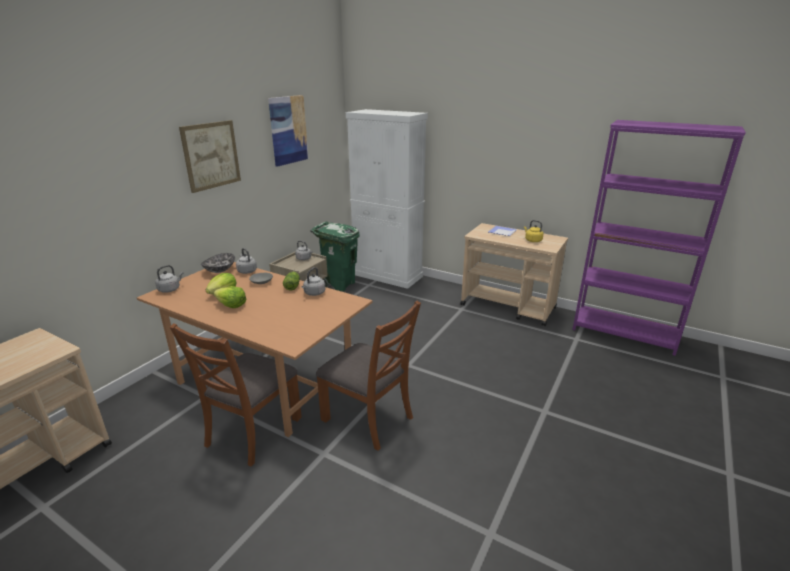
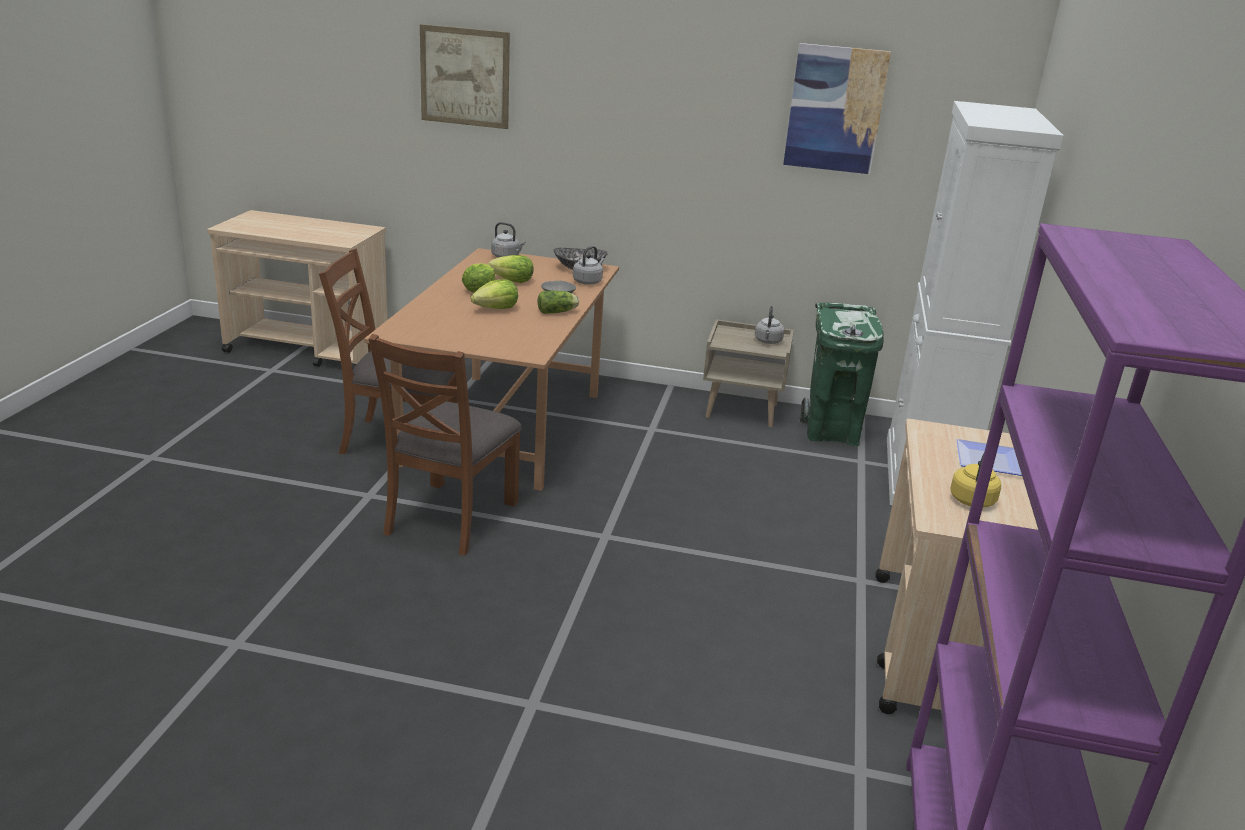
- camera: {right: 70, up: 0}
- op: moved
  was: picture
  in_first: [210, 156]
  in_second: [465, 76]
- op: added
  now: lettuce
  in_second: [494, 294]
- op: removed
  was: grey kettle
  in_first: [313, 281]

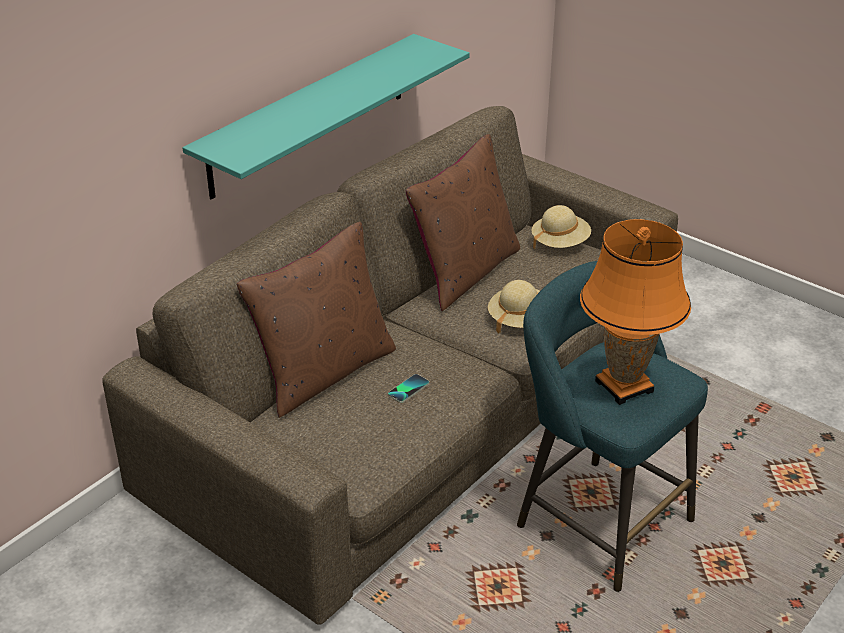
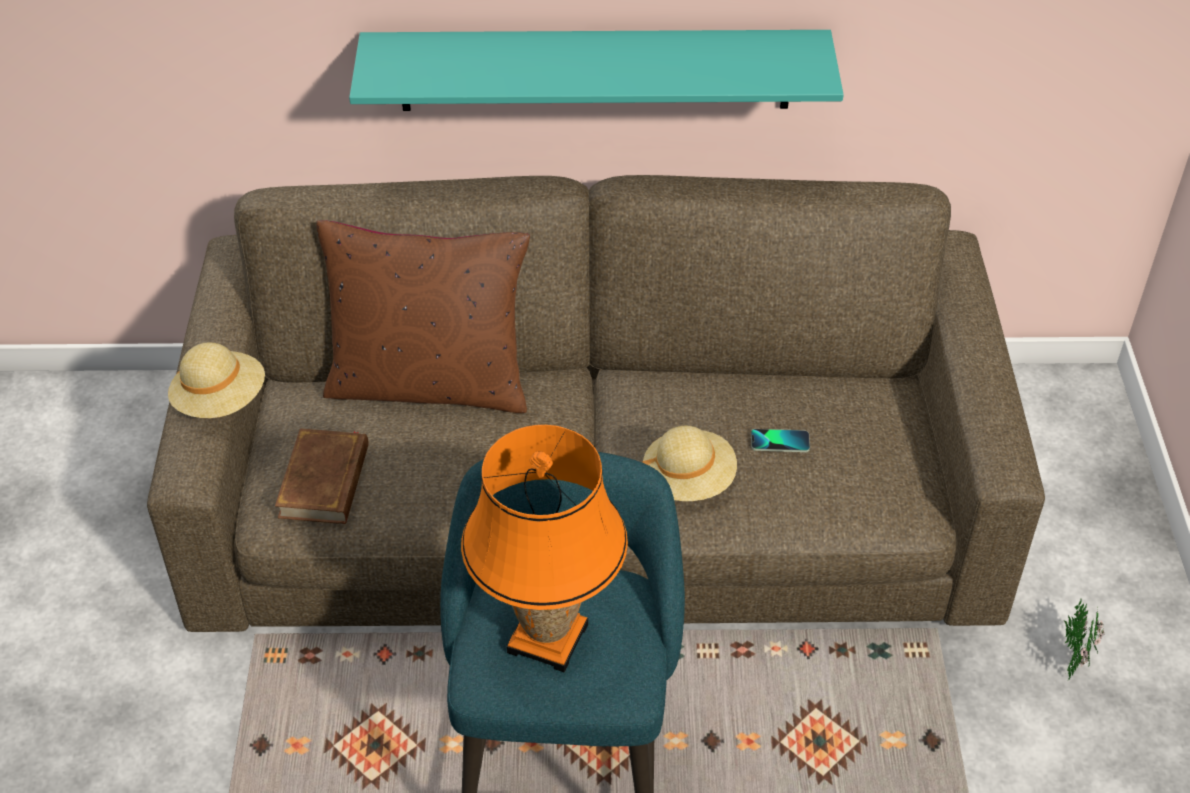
- camera: {right: 50, up: 10}
- op: moved
  was: beige hat
  in_first: [561, 227]
  in_second: [216, 380]
- op: added
  now: brown book
  in_second: [322, 476]
- op: moved
  was: phone
  in_first: [408, 388]
  in_second: [780, 440]
- op: added
  now: potted plant
  in_second: [1084, 640]
- op: removed
  was: brown pillow
  in_first: [463, 222]

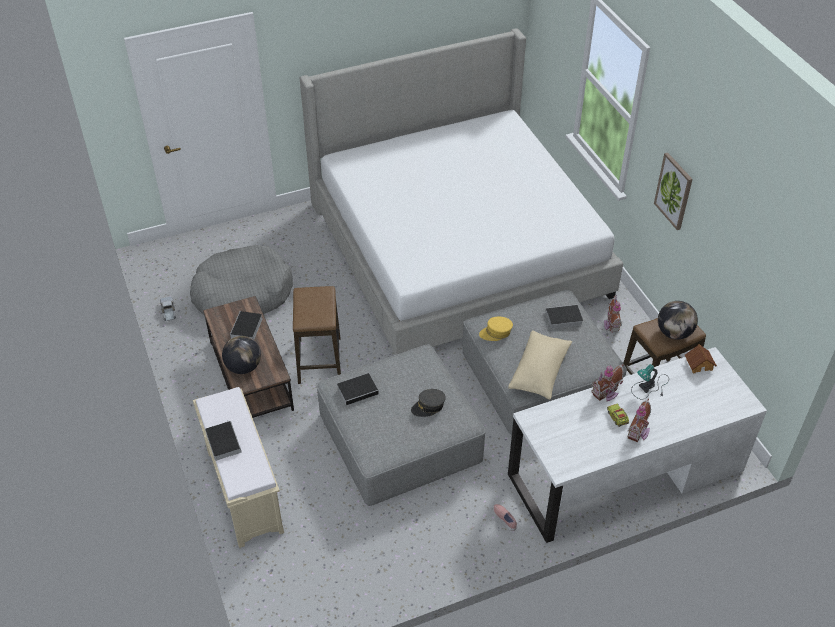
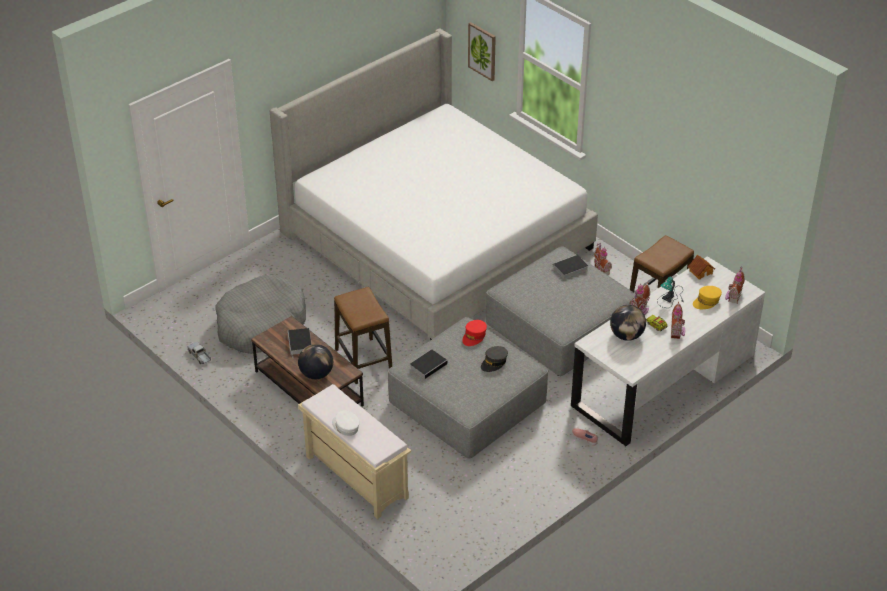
- camera: {right: -20, up: -5}
- op: replaced
  was: book
  now: white cap
  in_first: [223, 440]
  in_second: [346, 423]
- op: added
  now: red cap
  in_second: [474, 333]
- op: moved
  was: picture
  in_first: [673, 191]
  in_second: [482, 51]
- op: moved
  was: globe
  in_first: [678, 320]
  in_second: [628, 323]
- op: moved
  was: yellow cap
  in_first: [496, 329]
  in_second: [707, 297]
- op: added
  now: toy house
  in_second: [735, 284]
- op: removed
  was: beige pillow
  in_first: [540, 365]

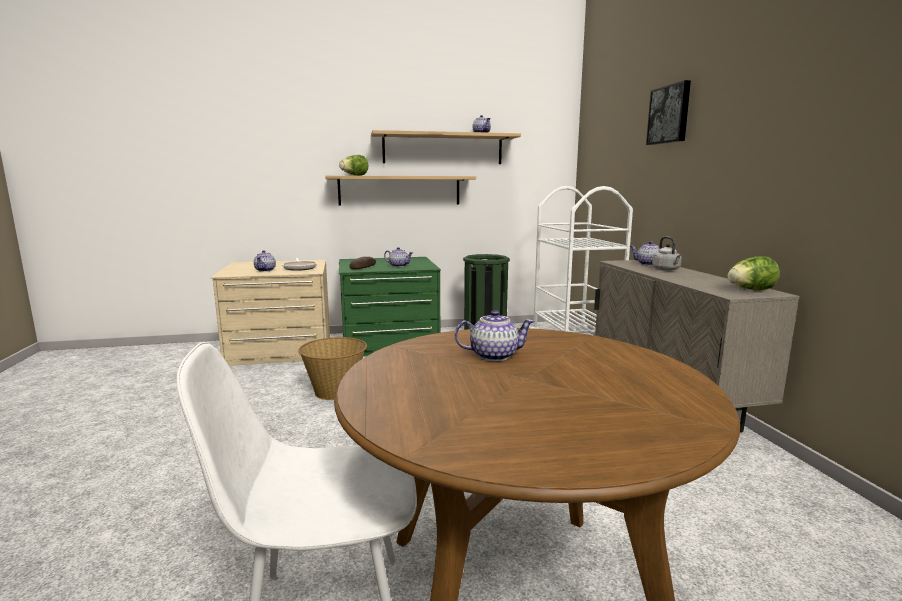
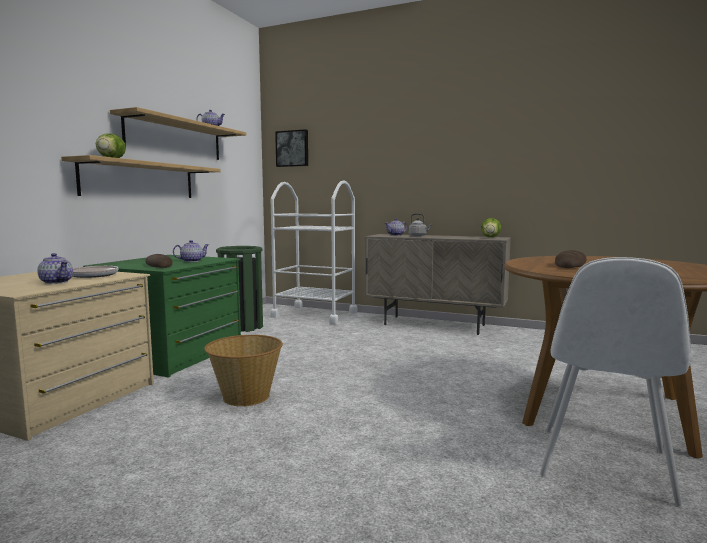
- camera: {right: -55, up: -5}
- op: moved
  was: picture
  in_first: [668, 112]
  in_second: [291, 148]
- op: replaced
  was: teapot
  now: bread
  in_first: [495, 335]
  in_second: [571, 259]

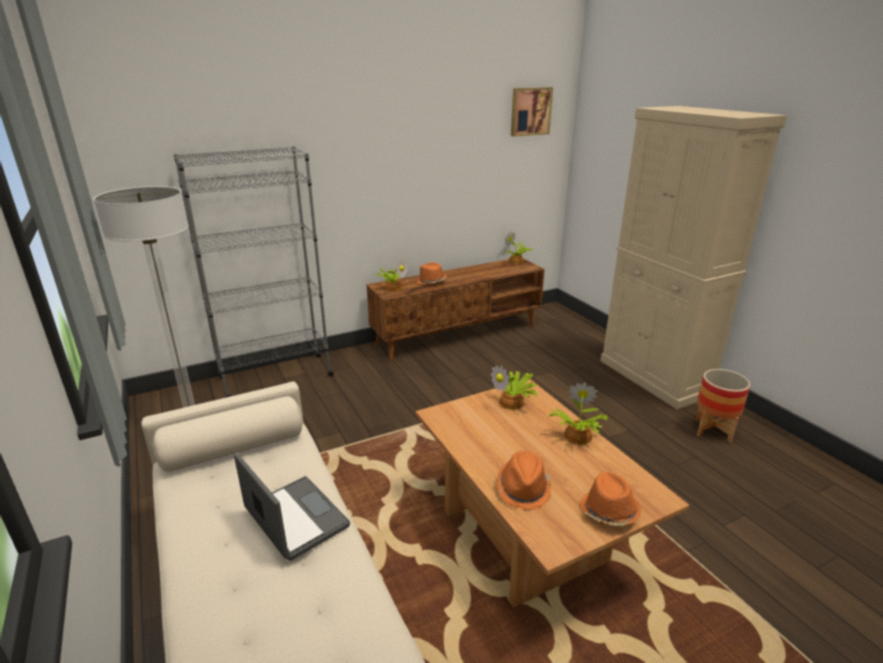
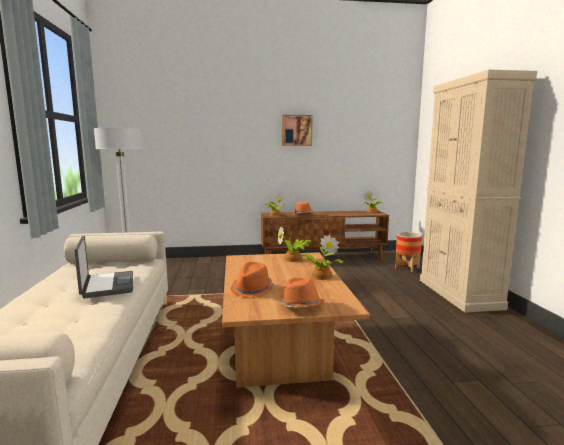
- camera: {right: 20, up: -15}
- op: moved
  was: picture
  in_first: [532, 112]
  in_second: [297, 130]
- op: moved
  was: planter
  in_first: [723, 406]
  in_second: [408, 252]
- op: removed
  was: grey bookcase
  in_first: [254, 271]

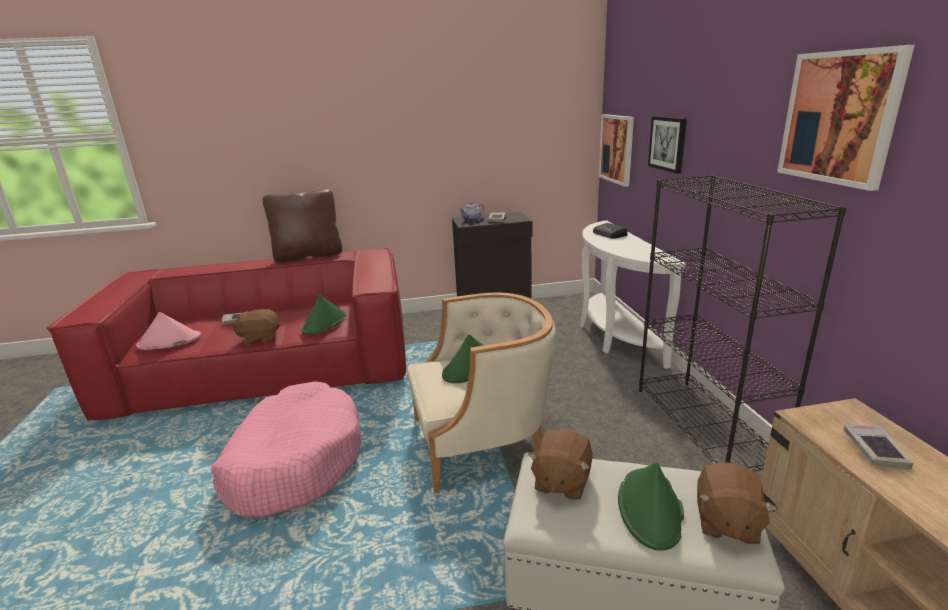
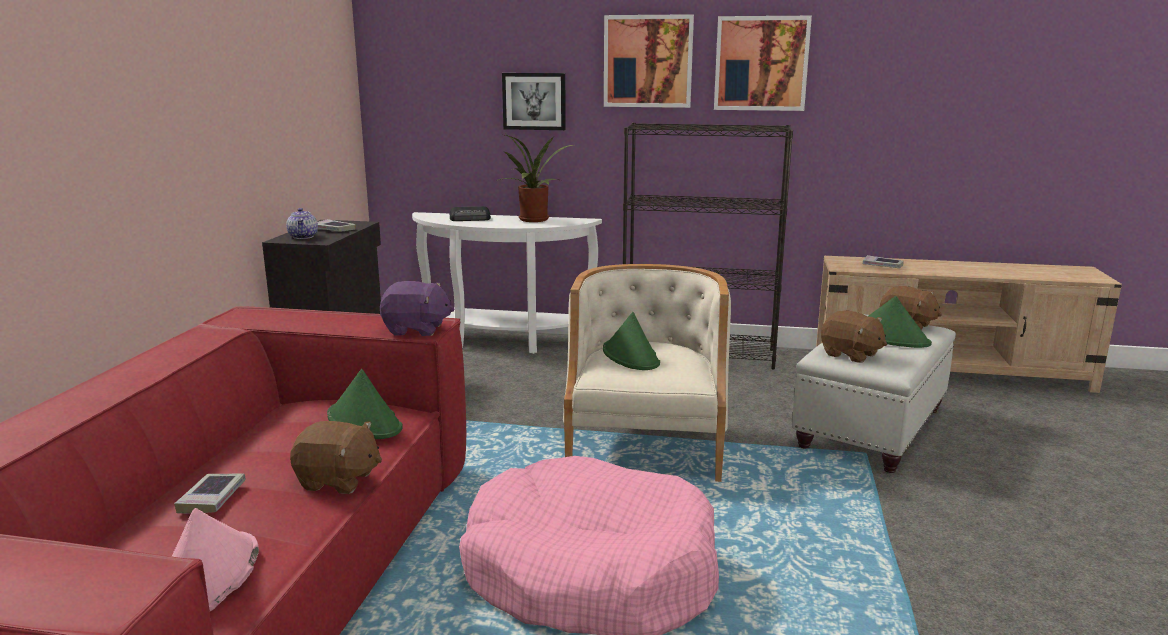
- camera: {right: -70, up: -5}
- op: turned
  was: brown plush toy
  in_first: [256, 327]
  in_second: [336, 457]
  clockwise: -90
- op: added
  now: purple plush toy
  in_second: [417, 308]
- op: added
  now: potted plant
  in_second: [534, 178]
- op: moved
  was: picture
  in_first: [616, 150]
  in_second: [649, 61]
- op: removed
  was: brown pillow
  in_first: [302, 226]

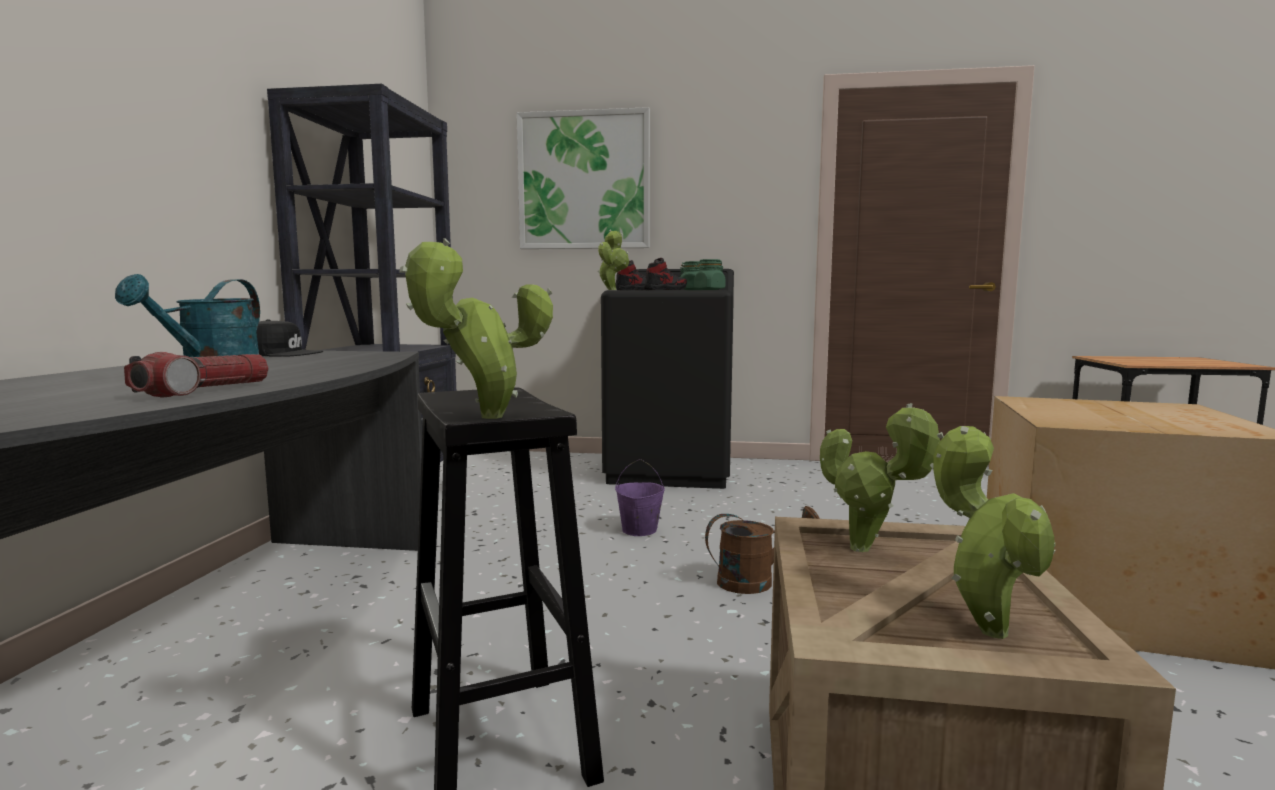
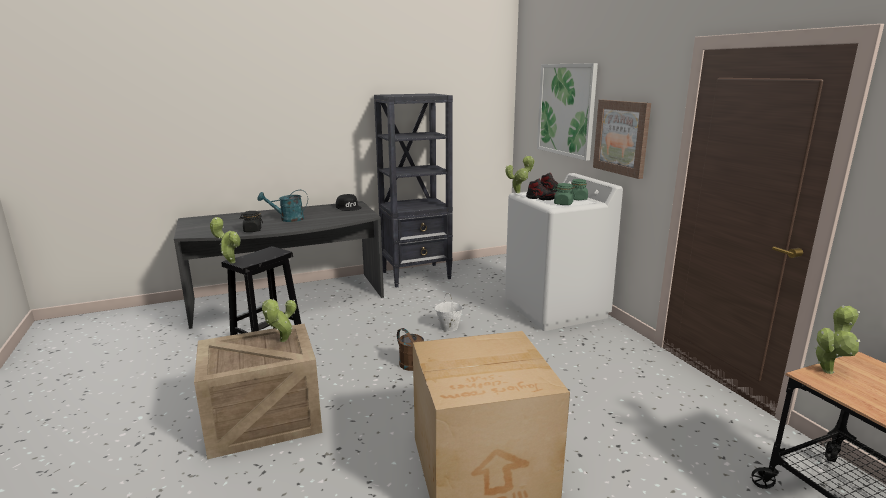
- camera: {right: 60, up: 10}
- op: replaced
  was: flashlight
  now: black jar
  in_first: [196, 375]
  in_second: [251, 221]
- op: recoloured
  was: purple bucket
  now: white bucket
  in_first: [640, 497]
  in_second: [449, 312]
- op: recoloured
  was: black washing machine
  now: white washing machine
  in_first: [667, 379]
  in_second: [564, 252]
- op: added
  now: picture
  in_second: [622, 139]
- op: moved
  was: potted plant
  in_first: [994, 532]
  in_second: [837, 339]

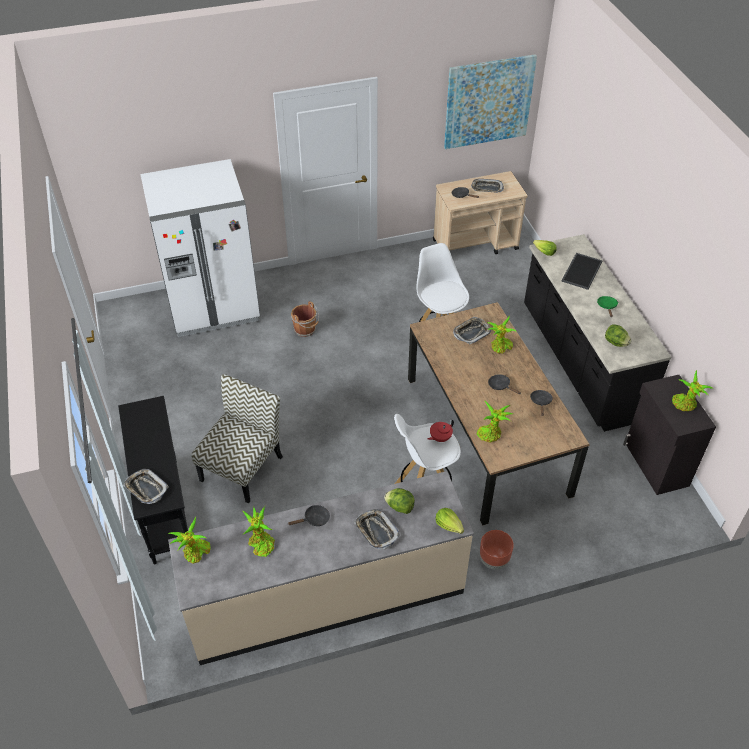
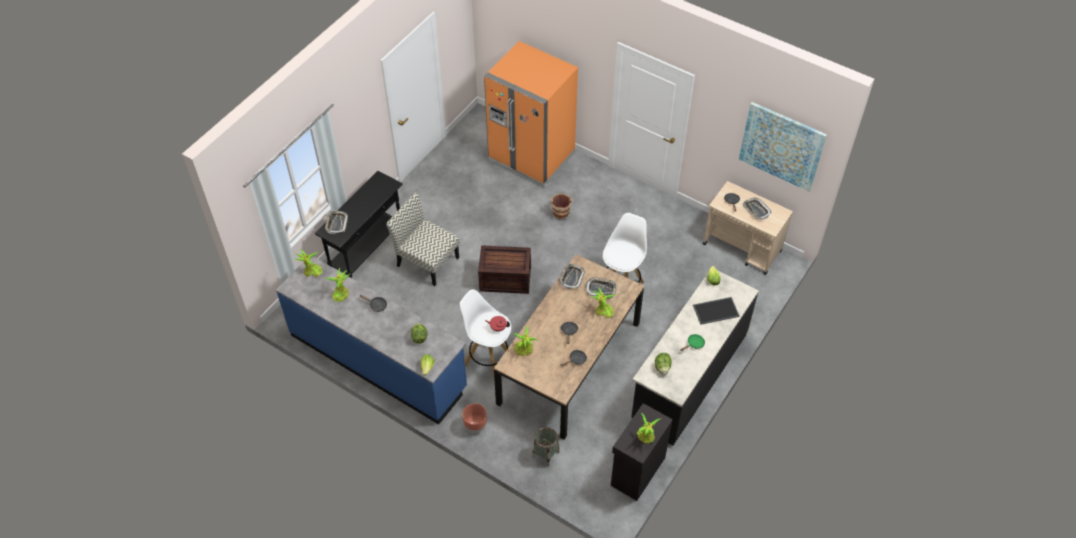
- camera: {right: 50, up: 5}
- op: recoloured
  was: beige counter
  now: blue counter
  in_first: [321, 568]
  in_second: [371, 340]
- op: turned
  was: chair
  in_first: [237, 439]
  in_second: [422, 239]
  clockwise: -135
- op: added
  now: crate
  in_second: [504, 269]
- op: recoloured
  was: white fridge
  now: orange fridge
  in_first: [200, 248]
  in_second: [531, 114]
- op: added
  now: basket
  in_second: [546, 447]
- op: moved
  was: tray
  in_first: [377, 529]
  in_second: [572, 276]

